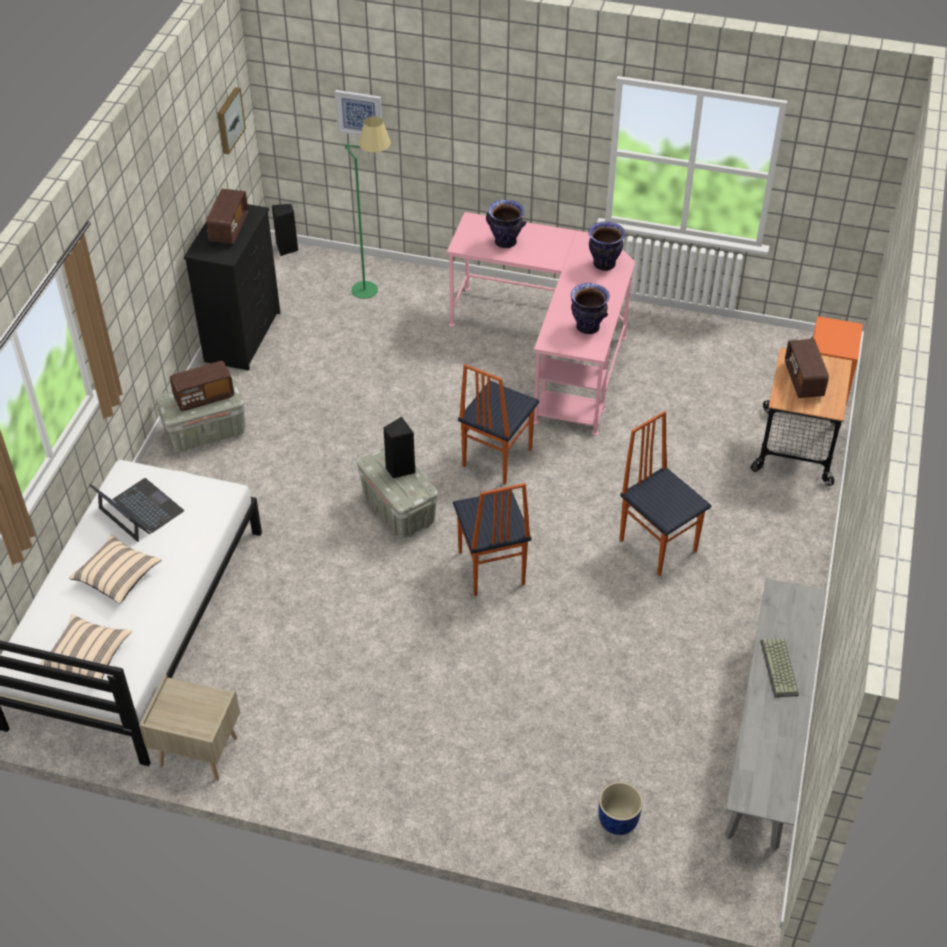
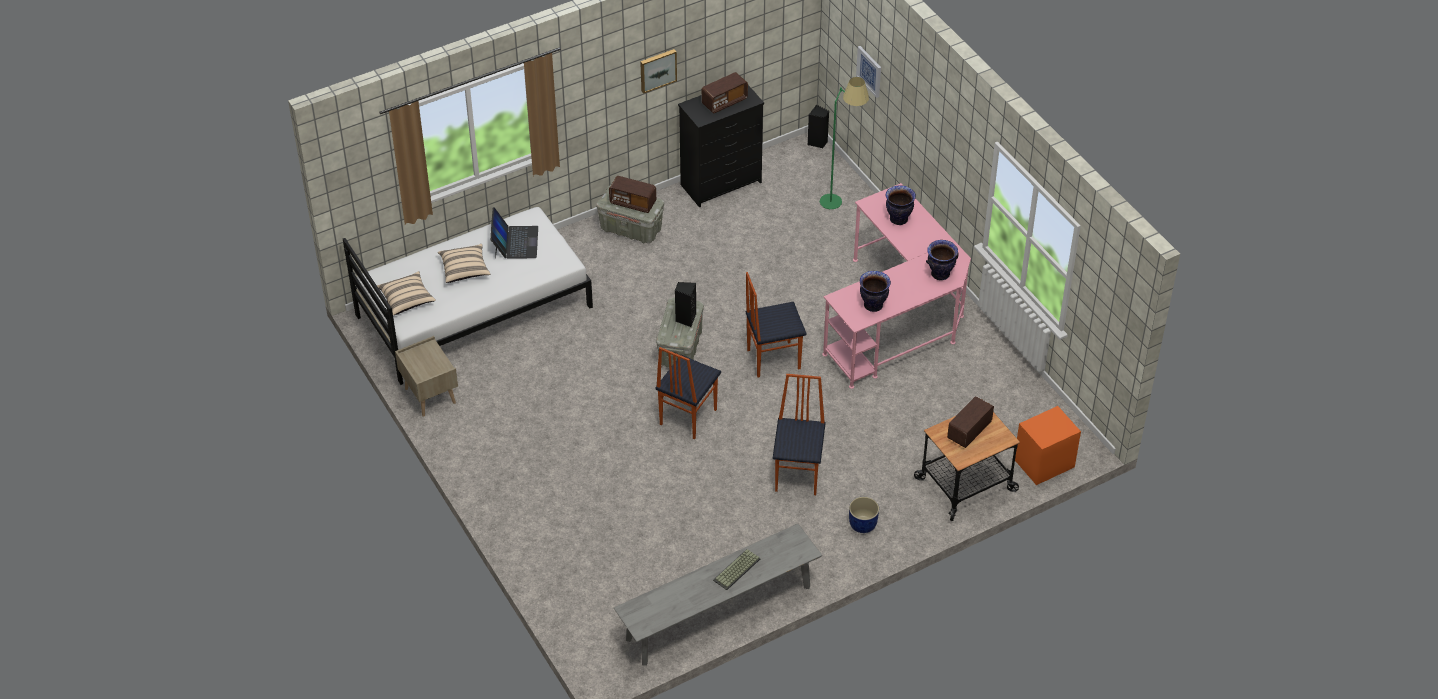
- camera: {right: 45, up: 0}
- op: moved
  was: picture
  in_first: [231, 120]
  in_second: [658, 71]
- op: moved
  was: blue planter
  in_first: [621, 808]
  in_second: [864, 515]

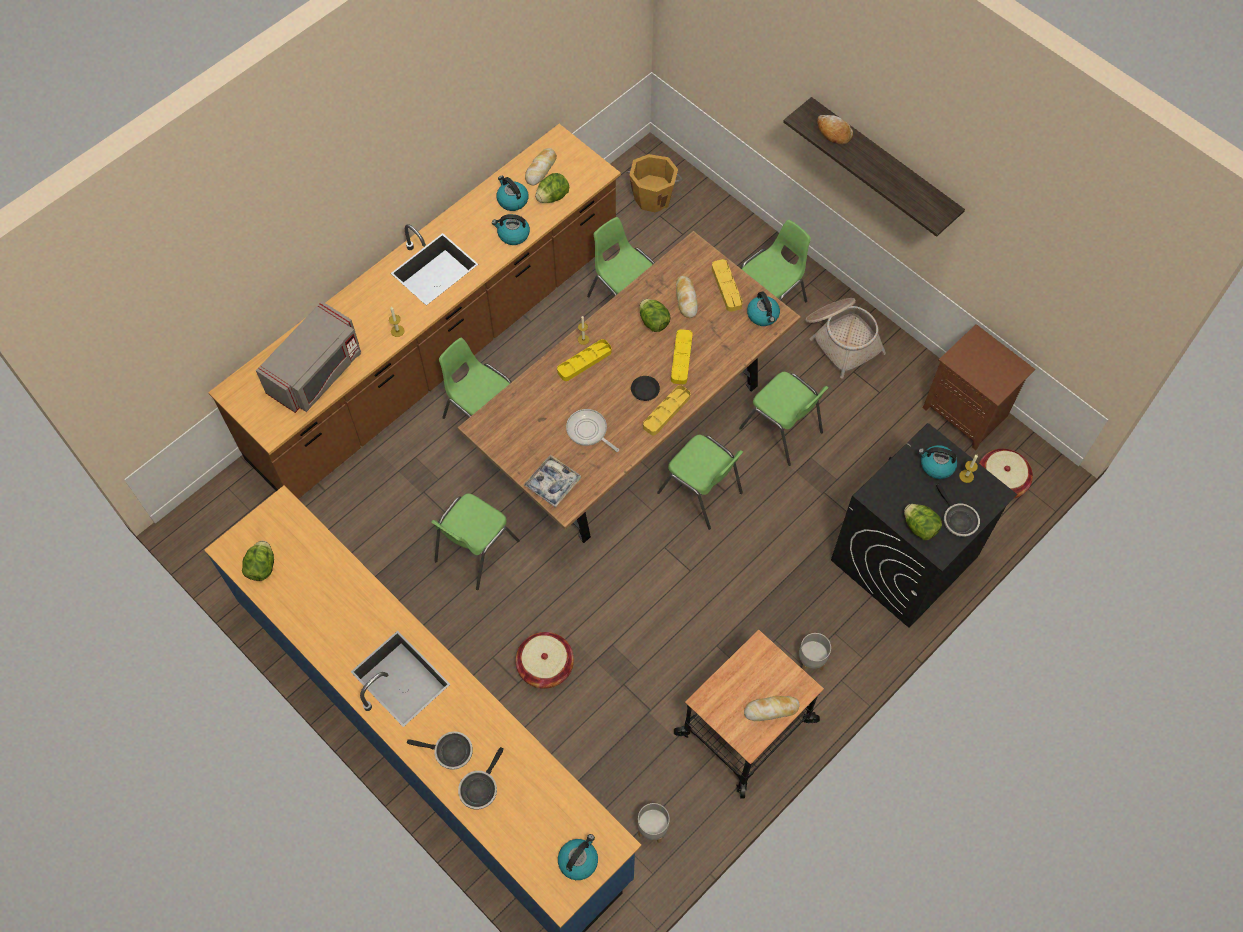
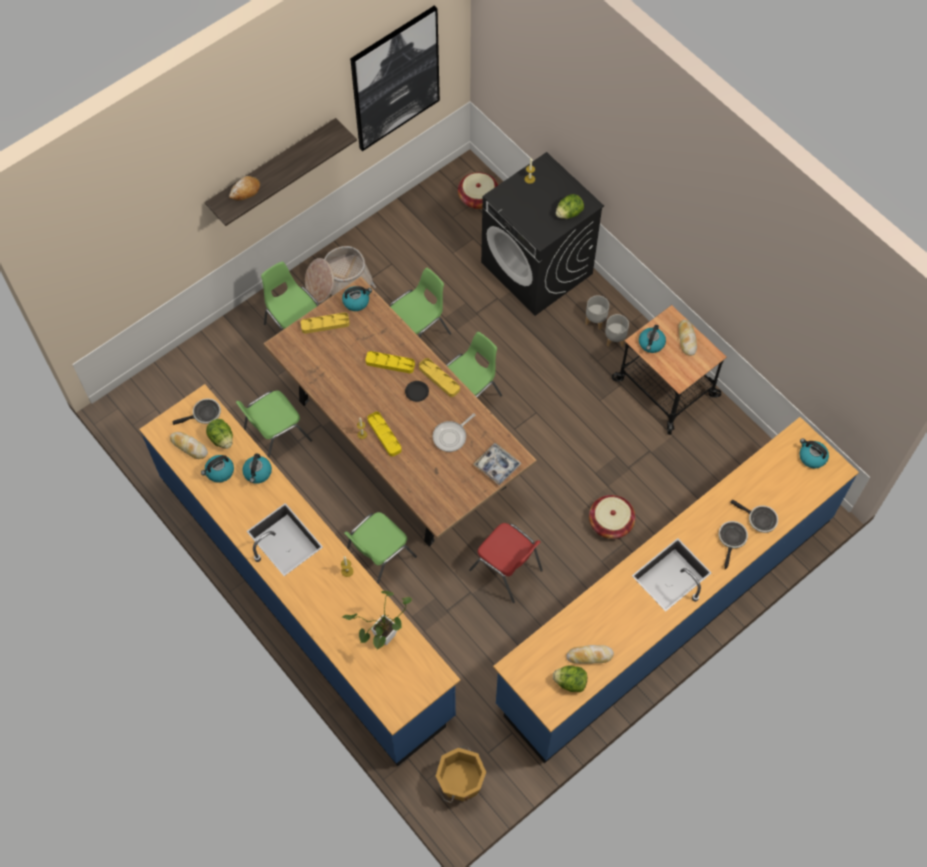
- camera: {right: -85, up: 0}
- op: recoloured
  was: brown counter
  now: blue counter
  in_first: [414, 311]
  in_second: [300, 575]
- op: moved
  was: frying pan
  in_first: [958, 510]
  in_second: [197, 411]
- op: replaced
  was: grey microwave
  now: potted plant
  in_first: [308, 357]
  in_second: [377, 620]
- op: added
  now: picture
  in_second: [395, 78]
- op: moved
  was: orange bucket
  in_first: [654, 183]
  in_second: [461, 774]
- op: recoloured
  was: green chair
  now: red chair
  in_first: [475, 542]
  in_second: [506, 563]
- op: moved
  was: bread
  in_first: [687, 297]
  in_second: [590, 654]
- op: moved
  was: grey planter
  in_first: [654, 823]
  in_second: [597, 312]
- op: moved
  was: kettle
  in_first: [937, 462]
  in_second: [652, 339]
- op: removed
  was: lettuce
  in_first: [655, 315]
- op: removed
  was: brown nightstand
  in_first: [979, 387]

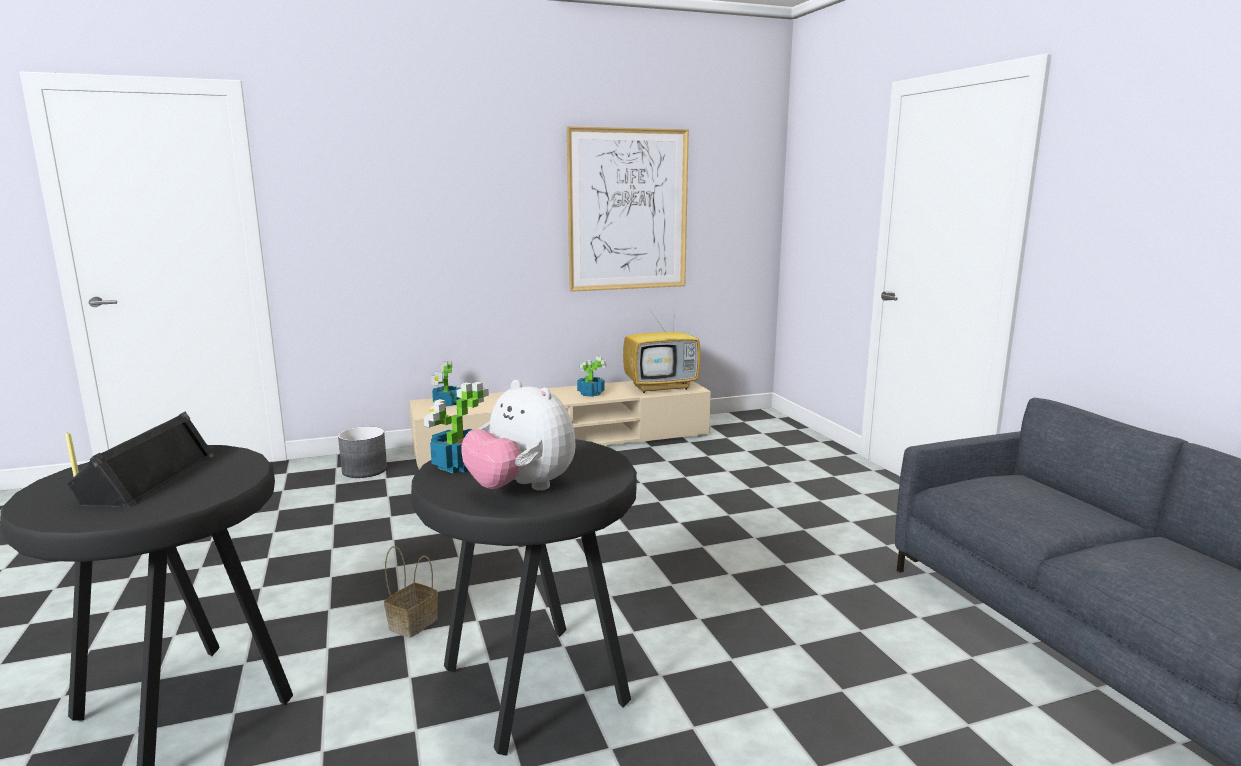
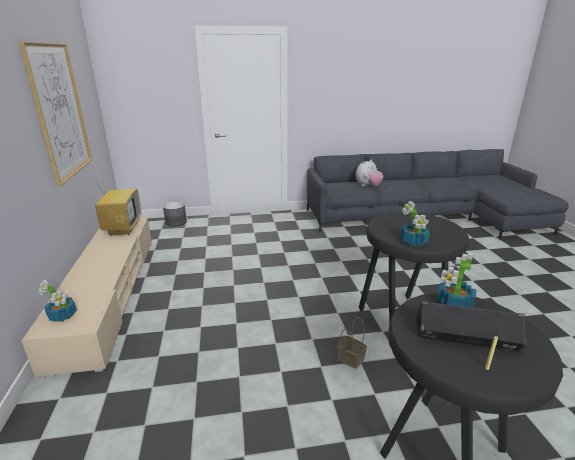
- camera: {right: -80, up: 10}
- op: moved
  was: grey planter
  in_first: [362, 452]
  in_second: [175, 214]
- op: moved
  was: plush toy
  in_first: [518, 435]
  in_second: [369, 173]
- op: moved
  was: potted plant
  in_first: [592, 376]
  in_second: [457, 280]

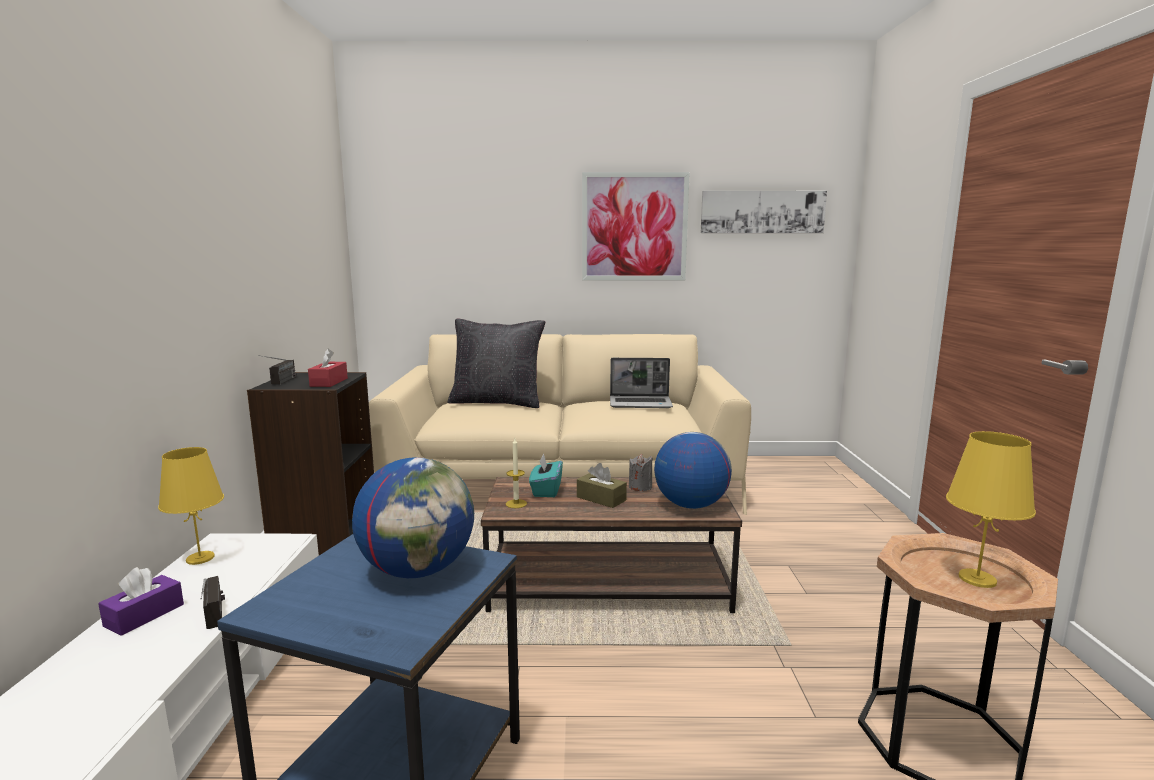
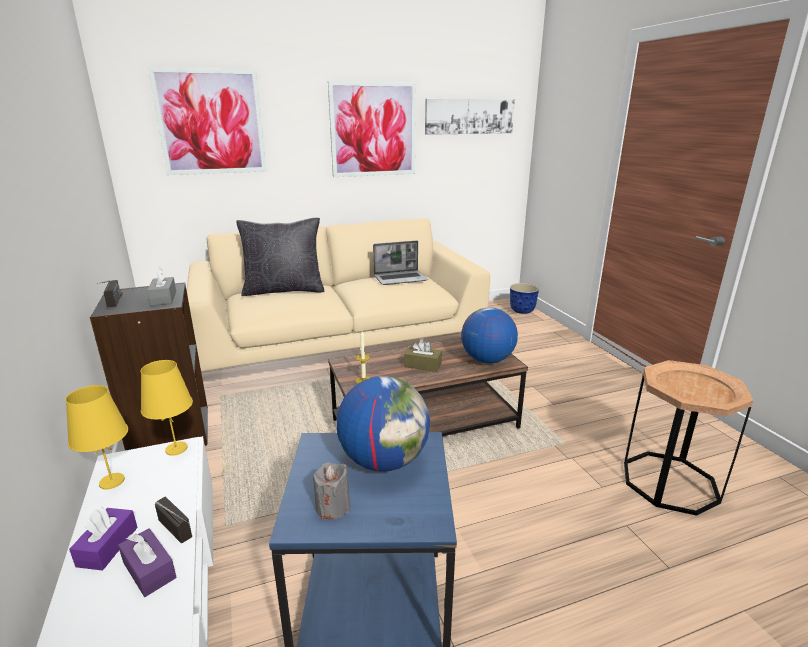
- camera: {right: -20, up: 10}
- op: added
  now: purple tissue box
  in_second: [147, 562]
- op: moved
  was: yellow table lamp
  in_first: [991, 509]
  in_second: [167, 408]
- op: recoloured
  was: red tissue box
  now: grey tissue box
  in_first: [328, 368]
  in_second: [161, 287]
- op: added
  now: picture
  in_second: [207, 121]
- op: moved
  was: grey candle
  in_first: [641, 472]
  in_second: [331, 490]
- op: added
  now: planter
  in_second: [524, 298]
- op: removed
  was: turquoise tissue box
  in_first: [546, 475]

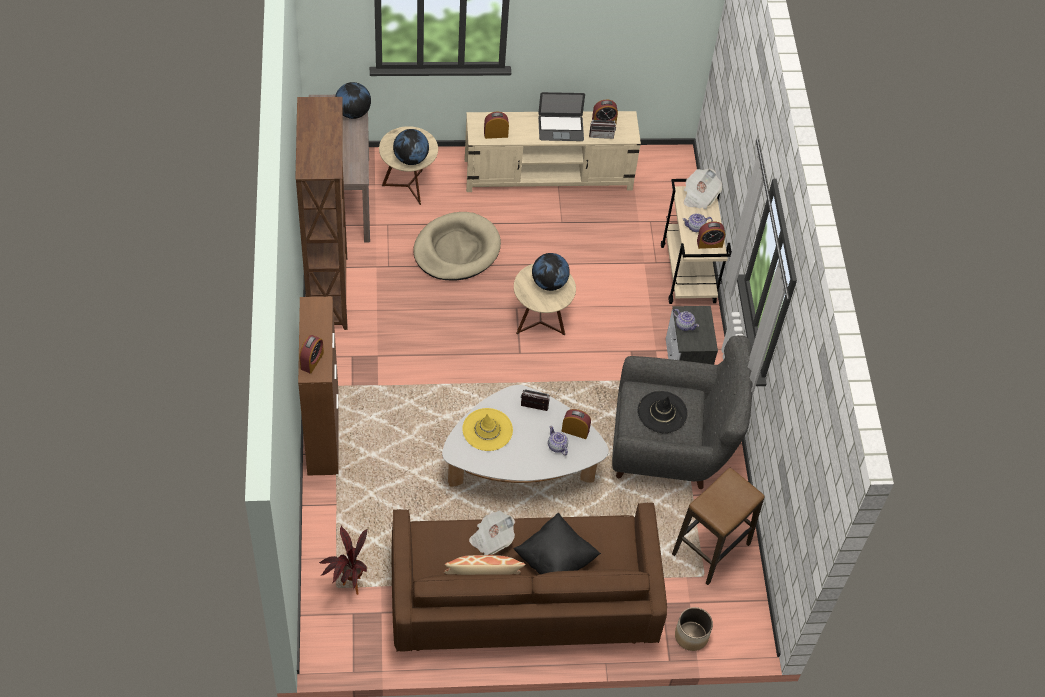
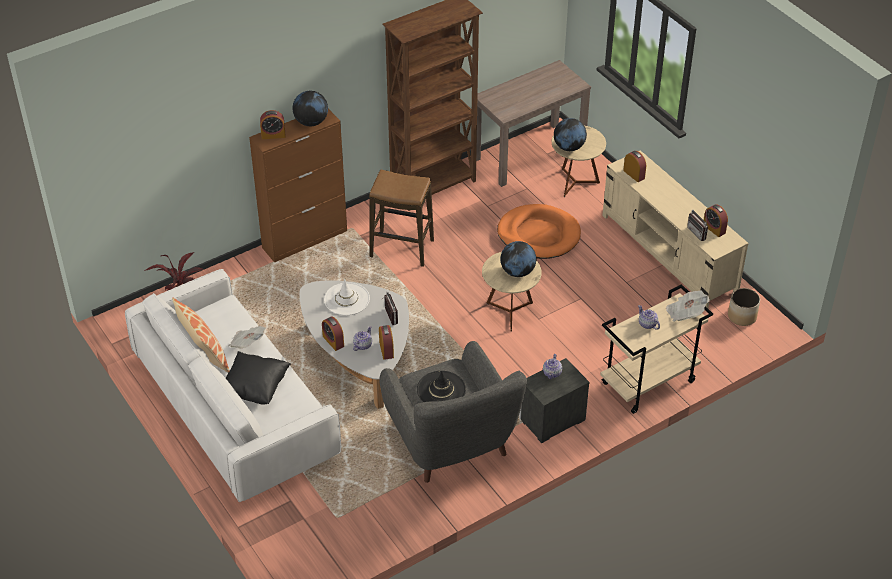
- camera: {right: 65, up: -10}
- op: recoloured
  was: brown sofa
  now: white sofa
  in_first: [529, 577]
  in_second: [233, 385]
- op: moved
  was: globe
  in_first: [353, 100]
  in_second: [310, 108]
- op: moved
  was: alarm clock
  in_first: [711, 235]
  in_second: [333, 333]
- op: recoloured
  was: yellow hat
  now: white hat
  in_first: [487, 429]
  in_second: [347, 297]
- op: moved
  was: stool
  in_first: [718, 526]
  in_second: [401, 218]
- op: recoloured
  was: beige dog bed
  now: orange dog bed
  in_first: [457, 246]
  in_second: [539, 231]
- op: moved
  was: planter
  in_first: [694, 629]
  in_second: [744, 307]
- op: removed
  was: laptop
  in_first: [561, 116]

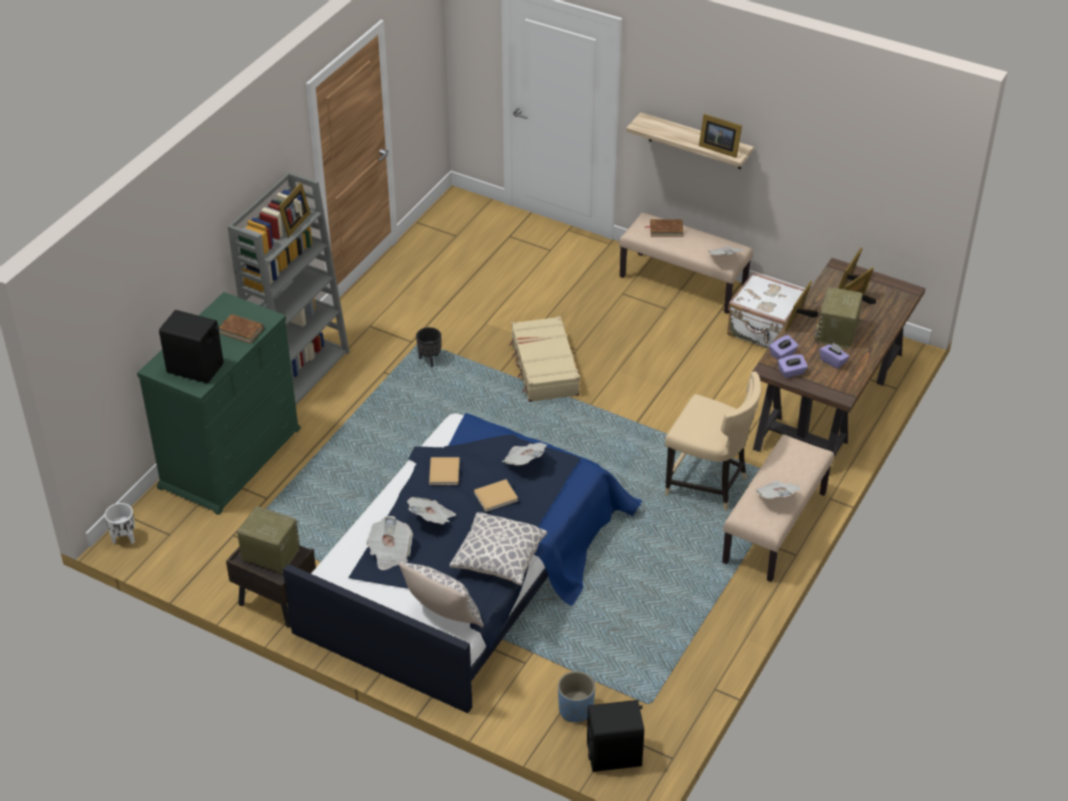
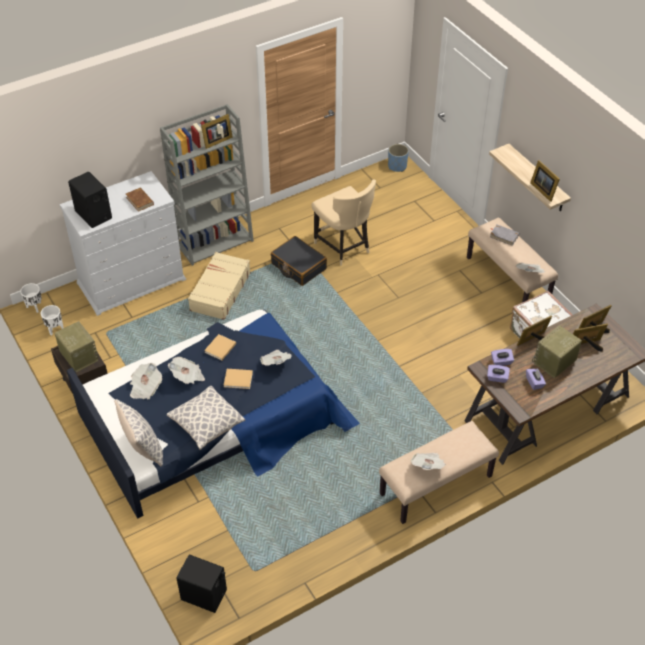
- camera: {right: 30, up: 5}
- op: added
  now: white planter
  in_second: [52, 320]
- op: recoloured
  was: green dresser
  now: white dresser
  in_first: [219, 403]
  in_second: [123, 243]
- op: moved
  was: beige suitcase
  in_first: [544, 359]
  in_second: [219, 286]
- op: replaced
  was: black planter
  now: black suitcase
  in_first: [428, 347]
  in_second: [299, 261]
- op: moved
  was: beige chair
  in_first: [713, 441]
  in_second: [344, 222]
- op: moved
  was: blue planter
  in_first: [576, 696]
  in_second: [398, 158]
- op: recoloured
  was: brown book
  now: grey book
  in_first: [664, 228]
  in_second: [504, 235]

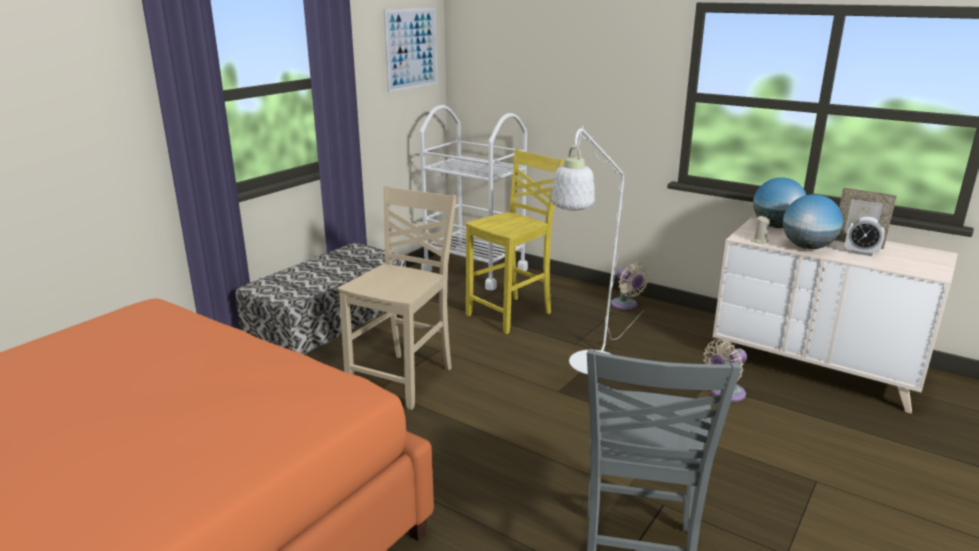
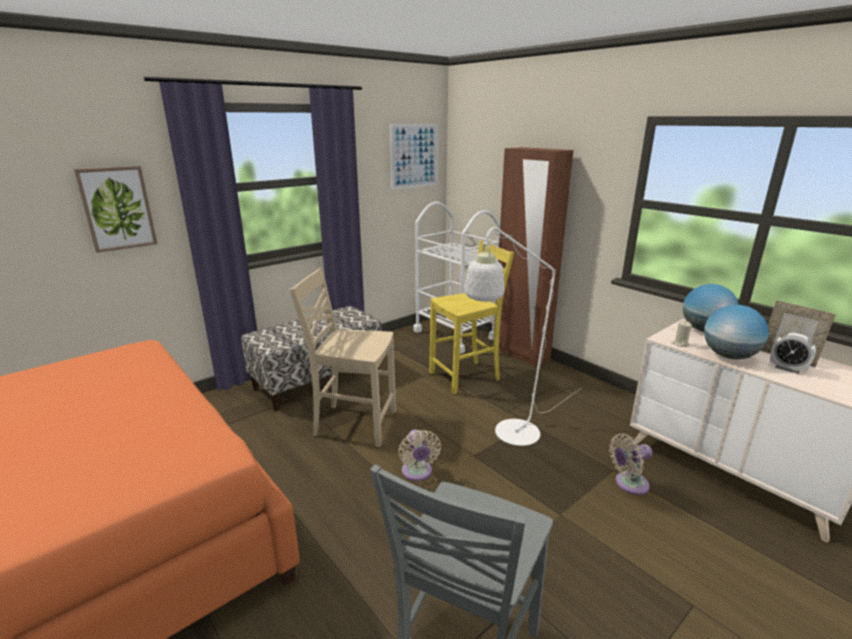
- camera: {right: 15, up: 0}
- op: added
  now: picture
  in_second: [115, 209]
- op: turned
  was: beige chair
  in_first: [397, 298]
  in_second: [343, 357]
  clockwise: -120
- op: moved
  was: beige fan
  in_first: [630, 286]
  in_second: [419, 455]
- op: added
  now: brown wardrobe
  in_second: [533, 257]

